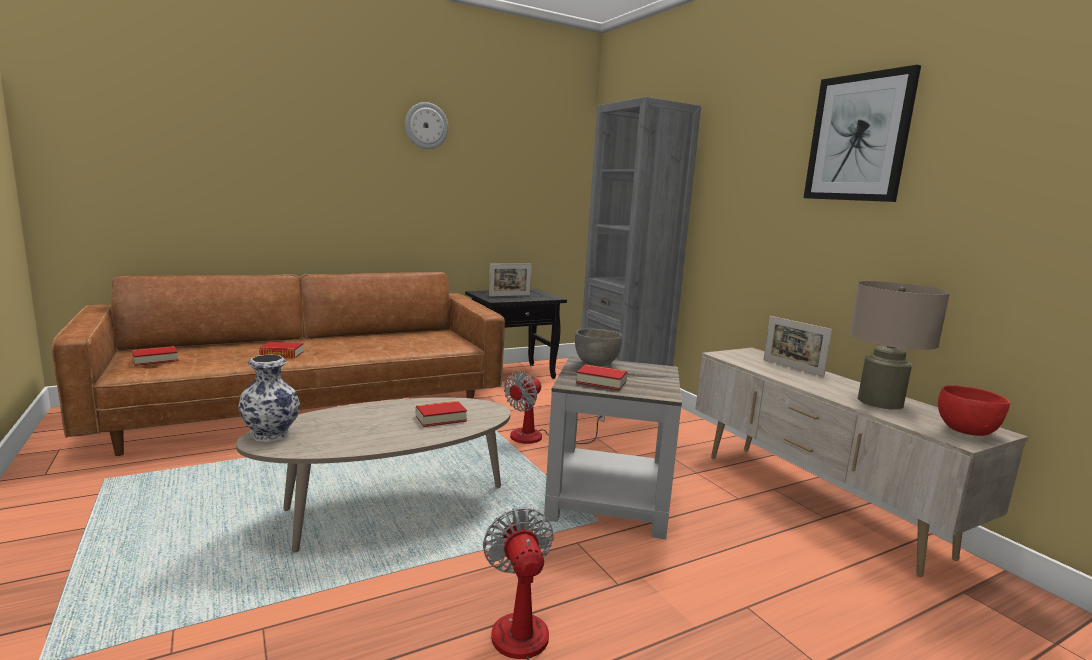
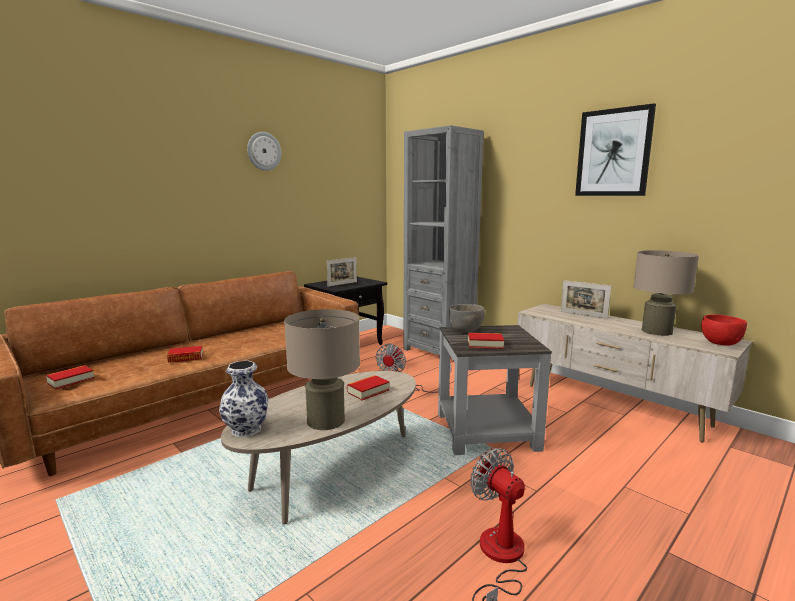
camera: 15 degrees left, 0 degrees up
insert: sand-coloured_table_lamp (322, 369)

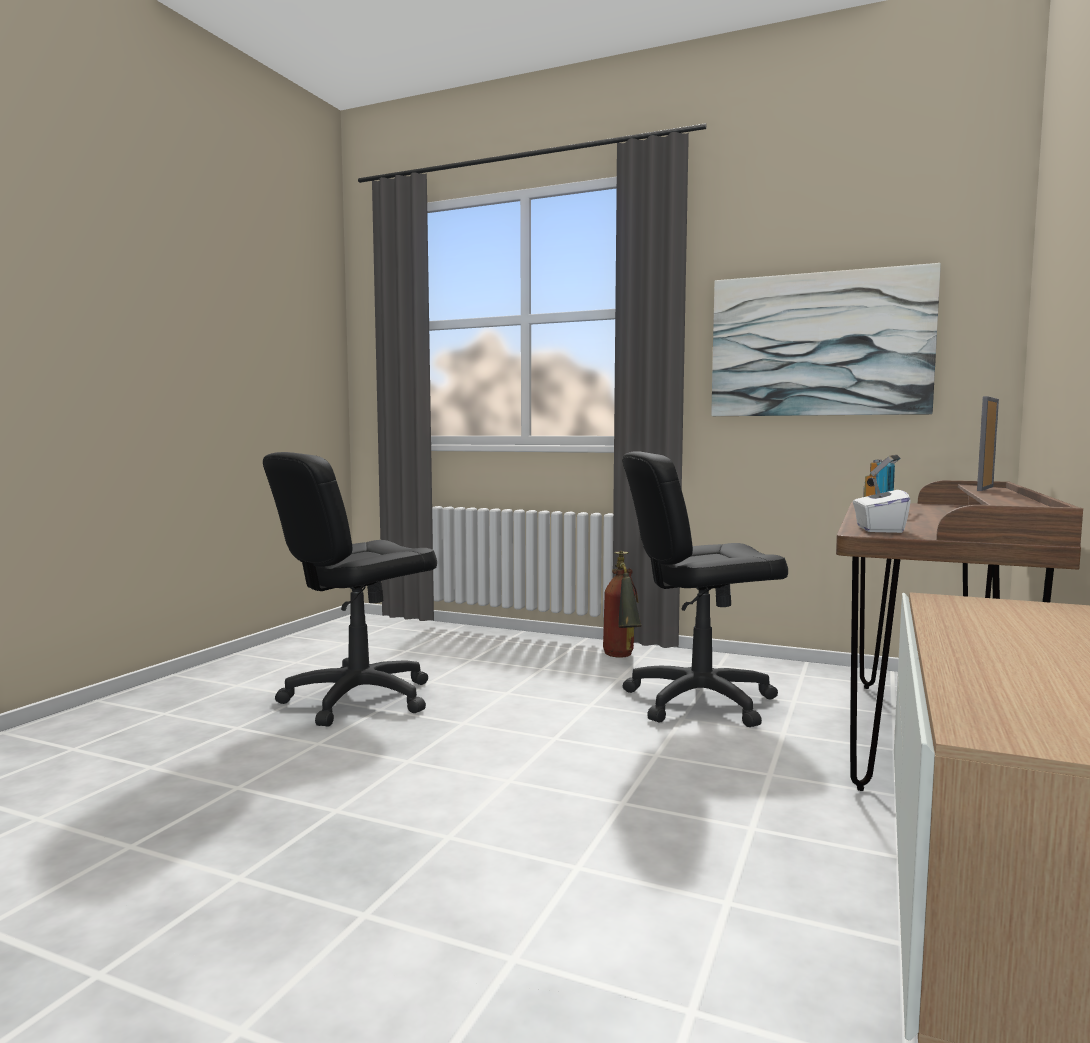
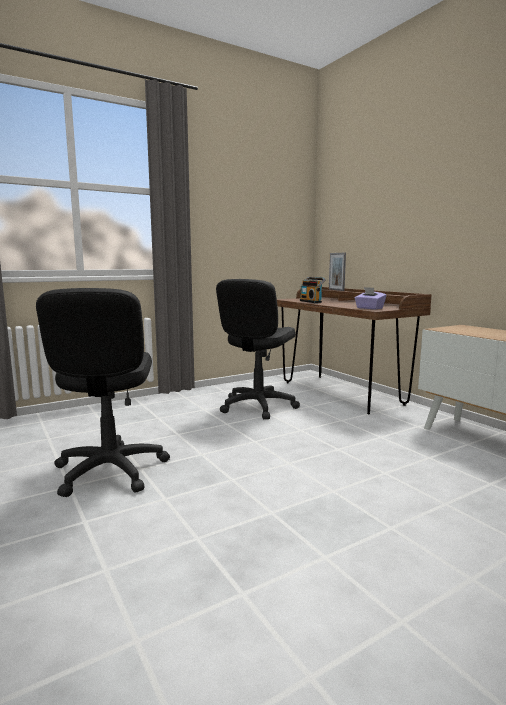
camera: 55 degrees left, 5 degrees up
delete: extinguisher (622, 603); picture (826, 339)
recolor: white_tissue_holder (882, 505) to purple_tissue_holder (370, 298)

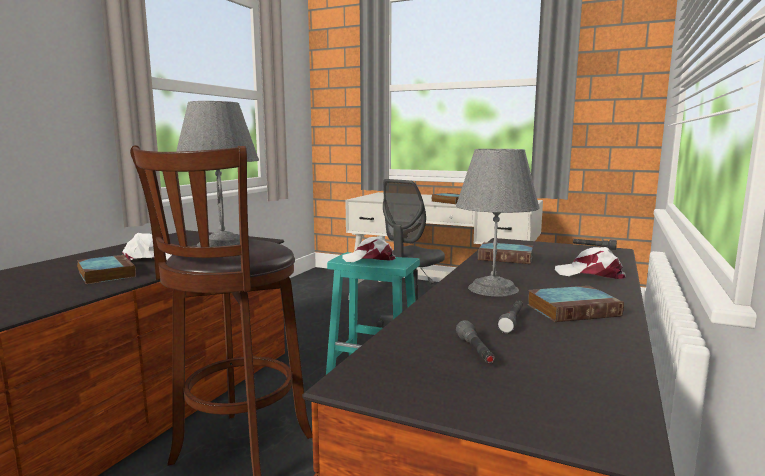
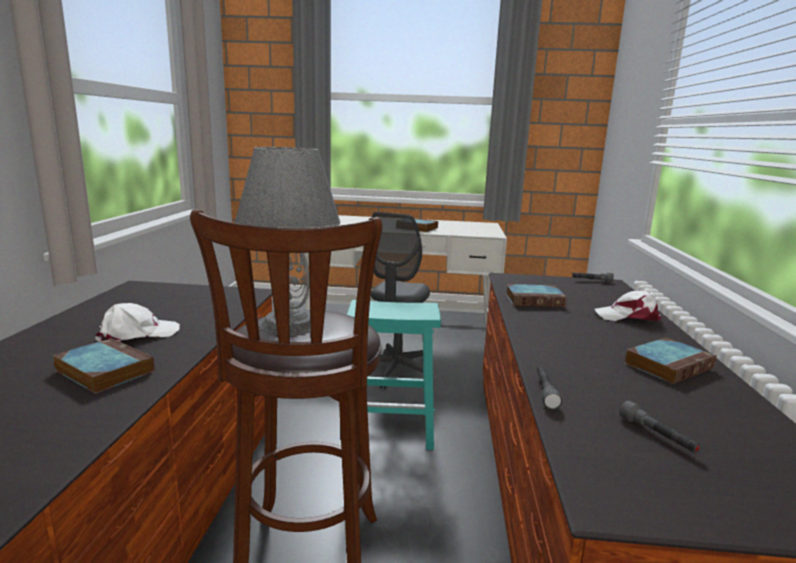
camera: 20 degrees left, 5 degrees up
delete: white_peaked_cap (369, 249); greyish_table_lamp (498, 223)
move: greyish_hand_torch (510, 316) to (549, 387)

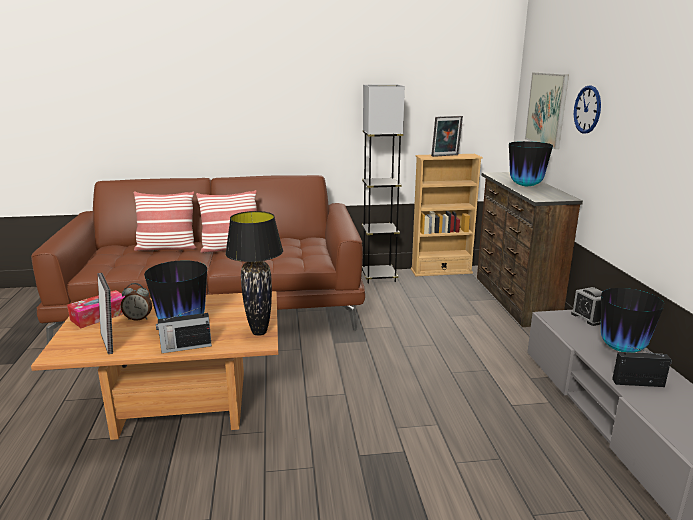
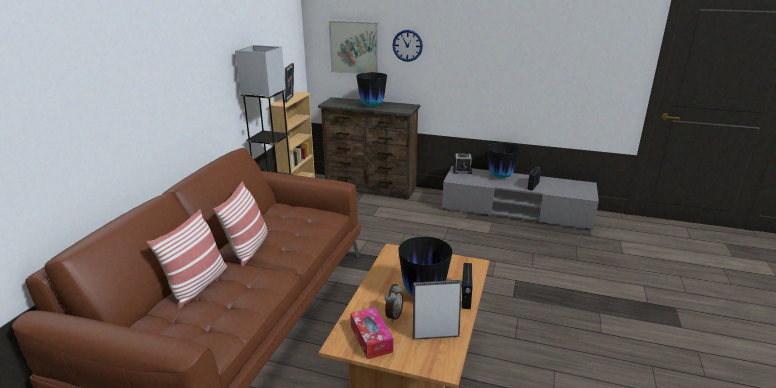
camera: 65 degrees left, 5 degrees up
delete: black-coloured_table_lamp (254, 273)

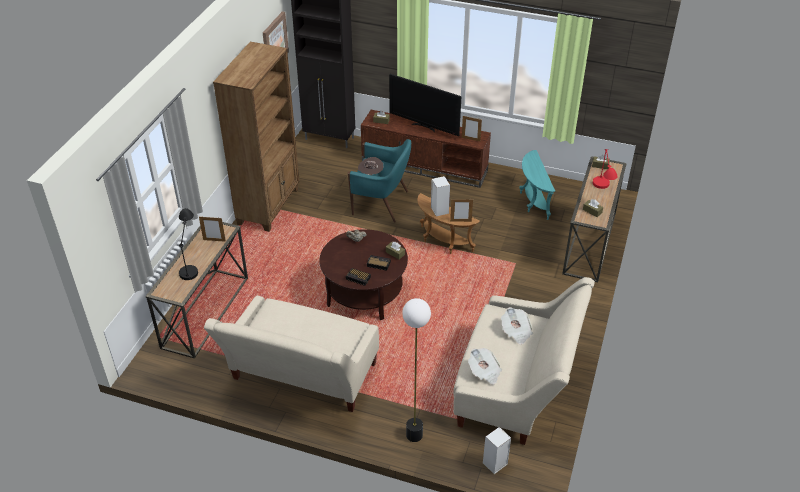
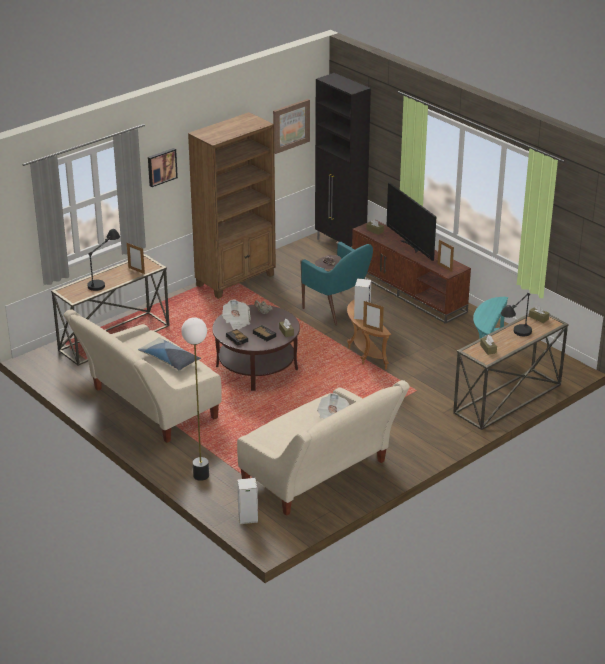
camera: 30 degrees right, 10 degrees down
insert: cushion (169, 354); picture (163, 167)
move: printed_paper (485, 366) to (236, 315)
recolor: red_table_lamp (605, 169) to black-coloured_table_lamp (516, 314)

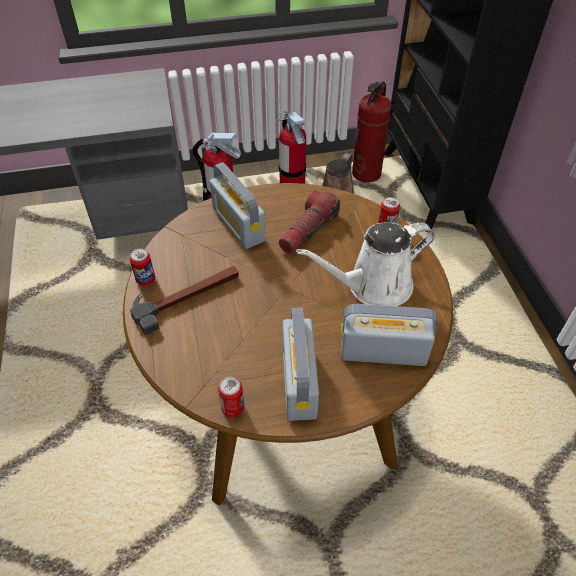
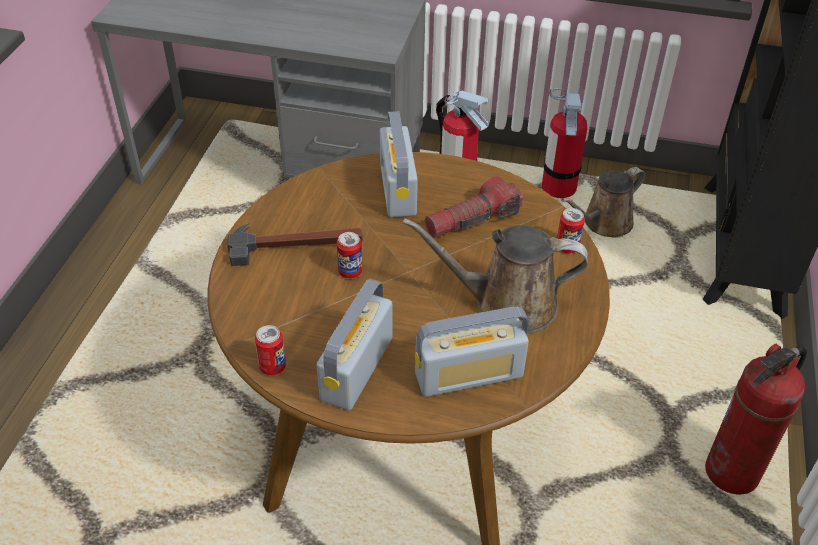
camera: 25 degrees right, 5 degrees down
move: can (142, 267) to (349, 255); extinguisher (371, 132) to (756, 419)
recolor: white_sprinkling_can (365, 264) to brown-coloured_sprinkling_can (495, 276)
rotate: radio_set (389, 335) = (472, 352) 135 degrees clockwise

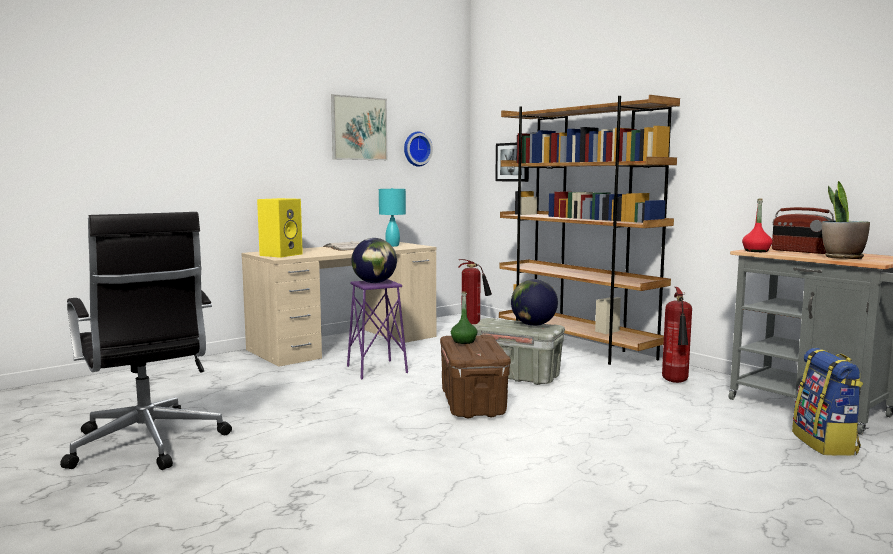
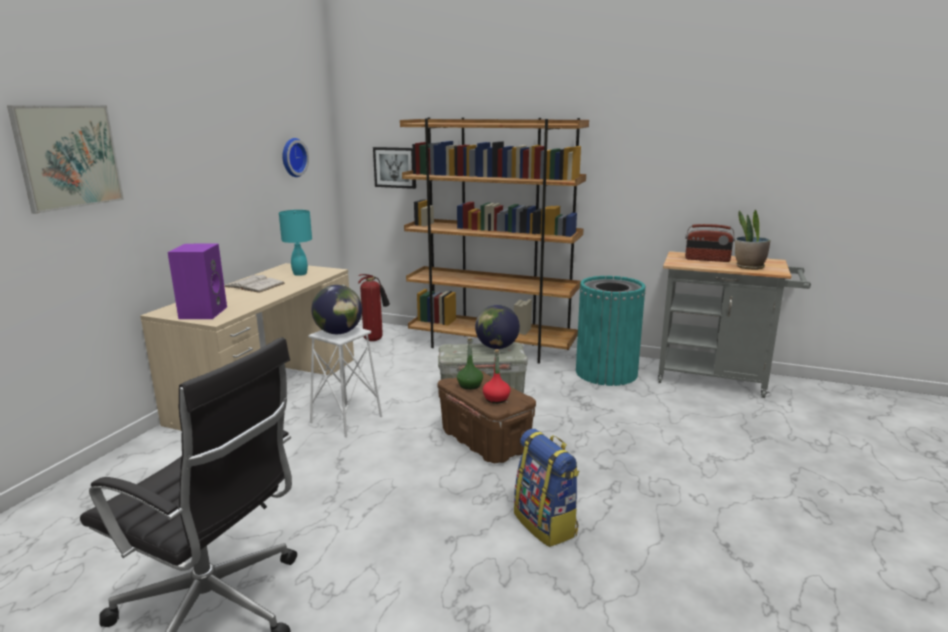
camera: 30 degrees left, 10 degrees up
move: picture (359, 127) to (65, 159); red_bottle (757, 225) to (496, 376); rucksack (827, 402) to (547, 488)
replace: extinguisher (677, 335) to blue-green_trash_can (611, 331)
recolor: yellowish_audio_speaker (280, 228) to purple_audio_speaker (197, 281); purple_stool (377, 329) to white_stool (345, 382)

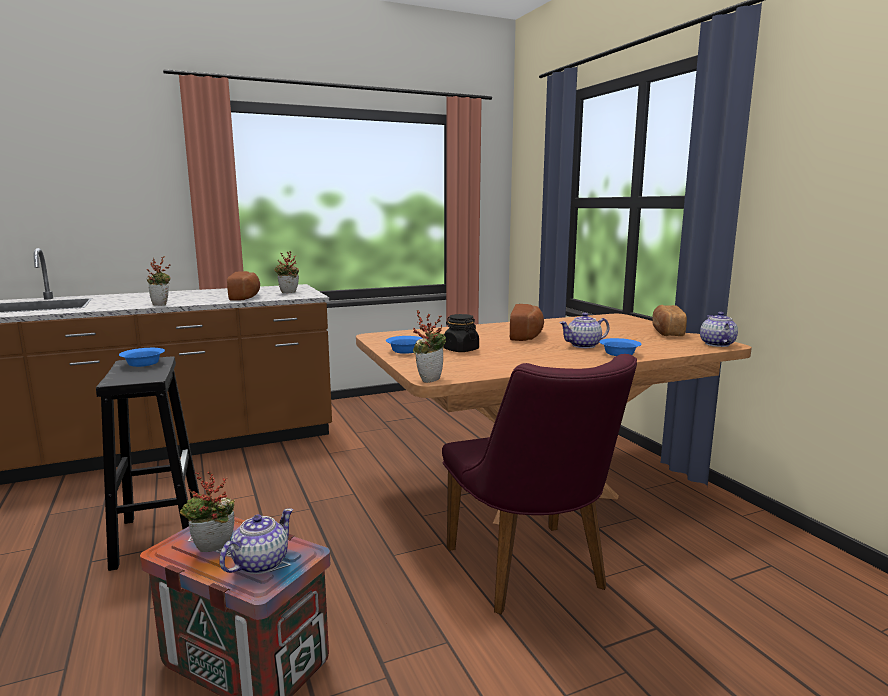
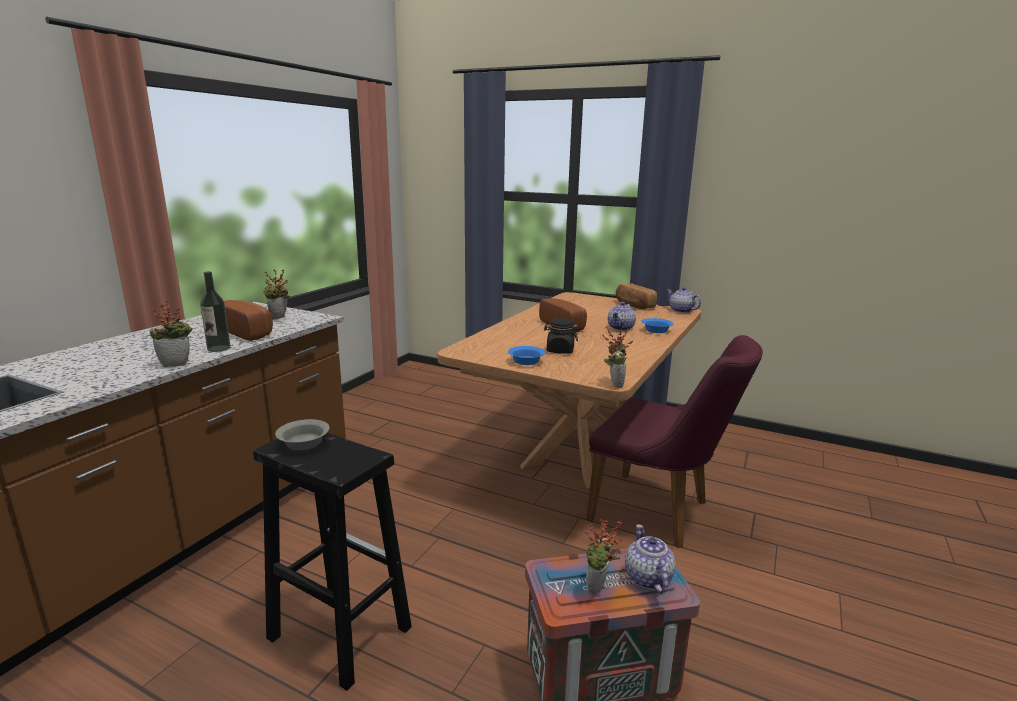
camera: 40 degrees left, 5 degrees up
insert: bottle (215, 311)
recolor: blue_bowl (142, 357) to greyish_bowl (302, 434)

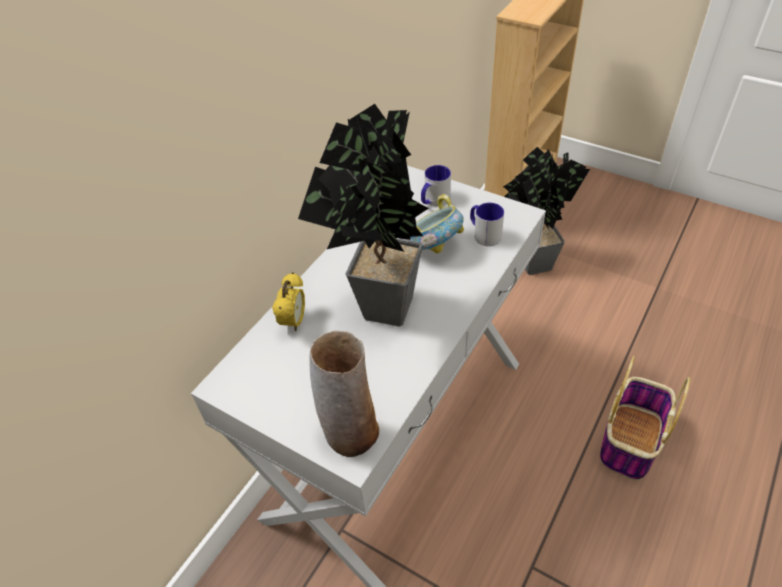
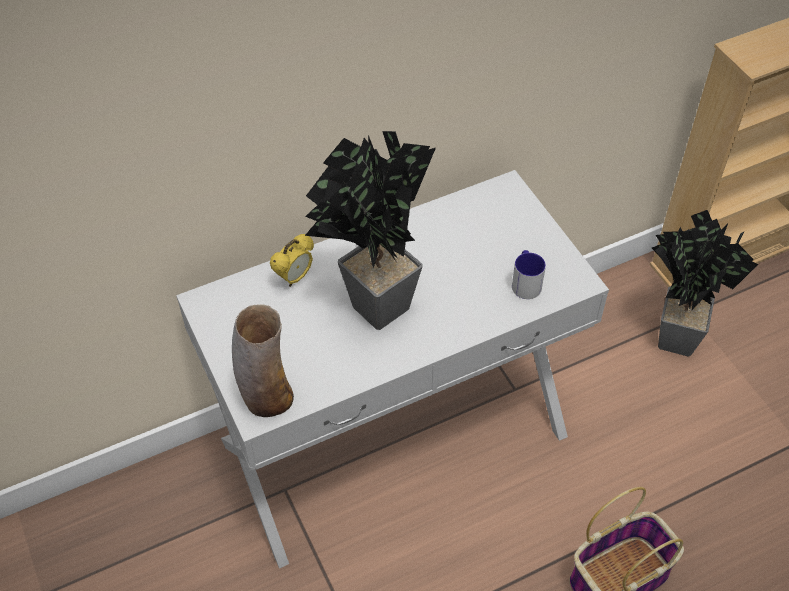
camera: 30 degrees right, 5 degrees up
delete: bowl (436, 224); tea_mug (436, 185)

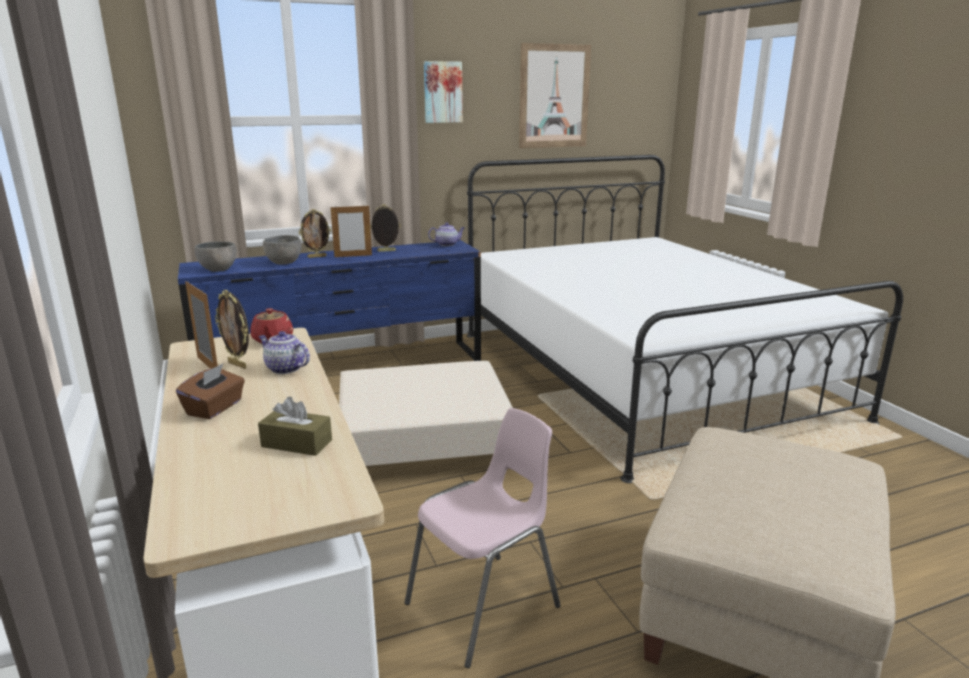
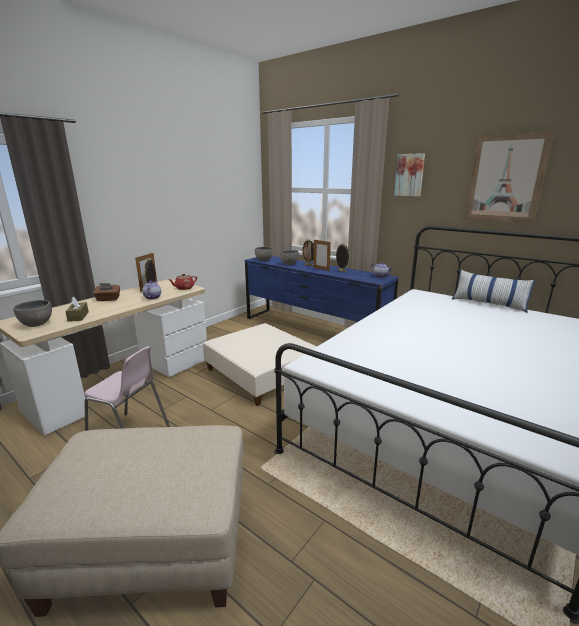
camera: 60 degrees right, 0 degrees up
insert: greyish_bowl (32, 313); cushion (494, 291)

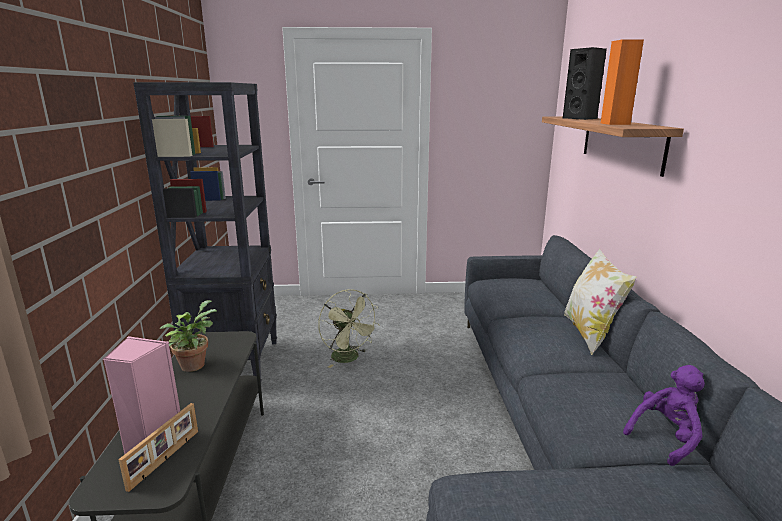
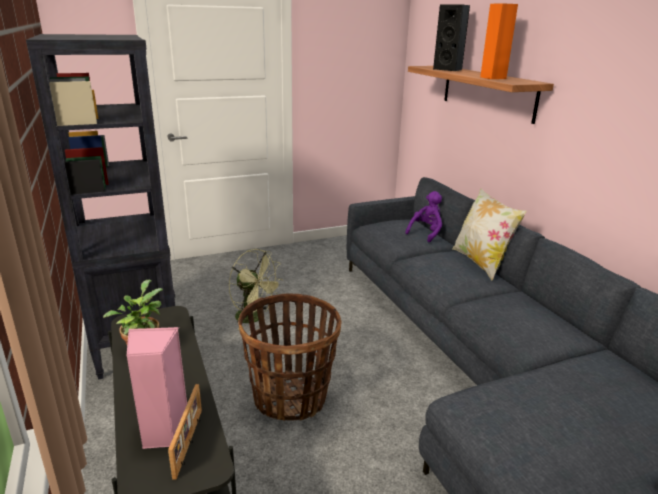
camera: 20 degrees left, 5 degrees up
insert: household_basket (290, 357)
move: purple_plush_toy (664, 415) to (423, 216)

